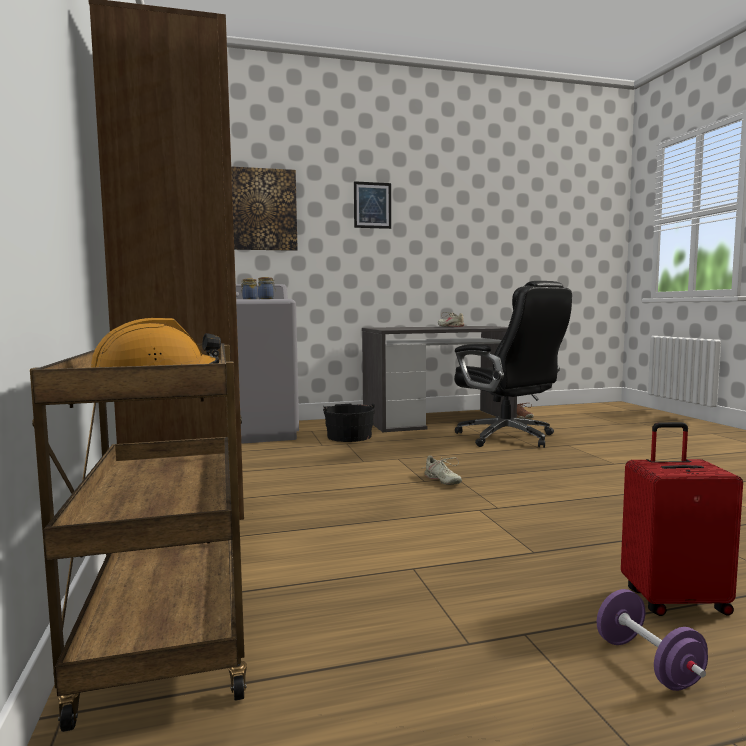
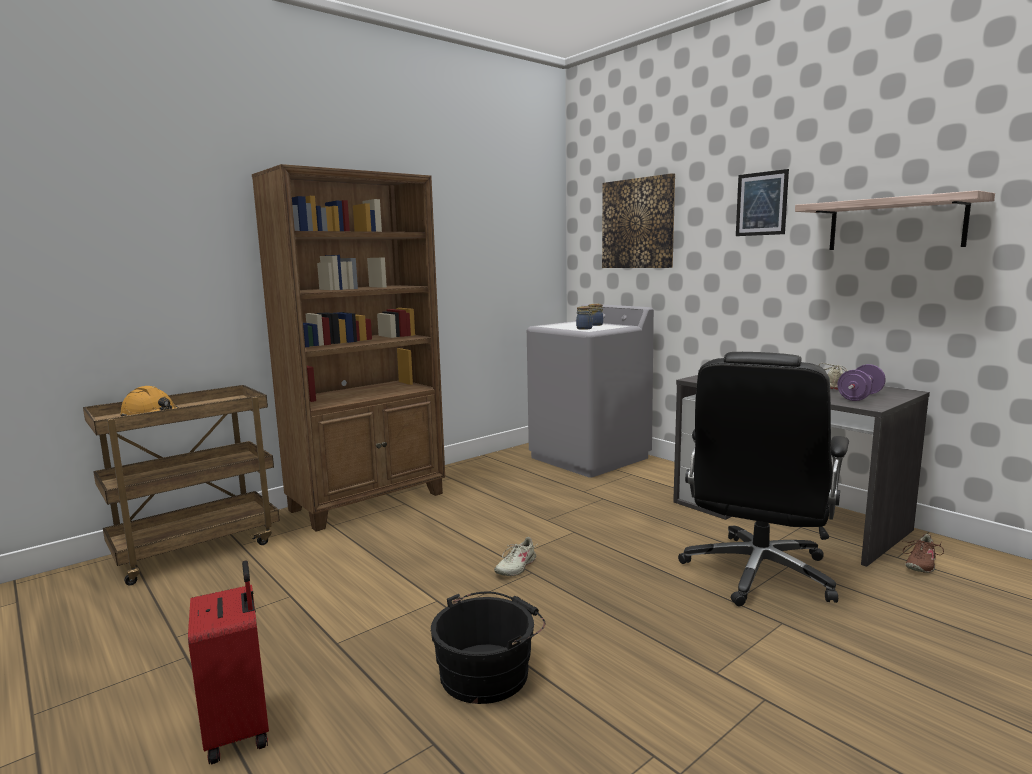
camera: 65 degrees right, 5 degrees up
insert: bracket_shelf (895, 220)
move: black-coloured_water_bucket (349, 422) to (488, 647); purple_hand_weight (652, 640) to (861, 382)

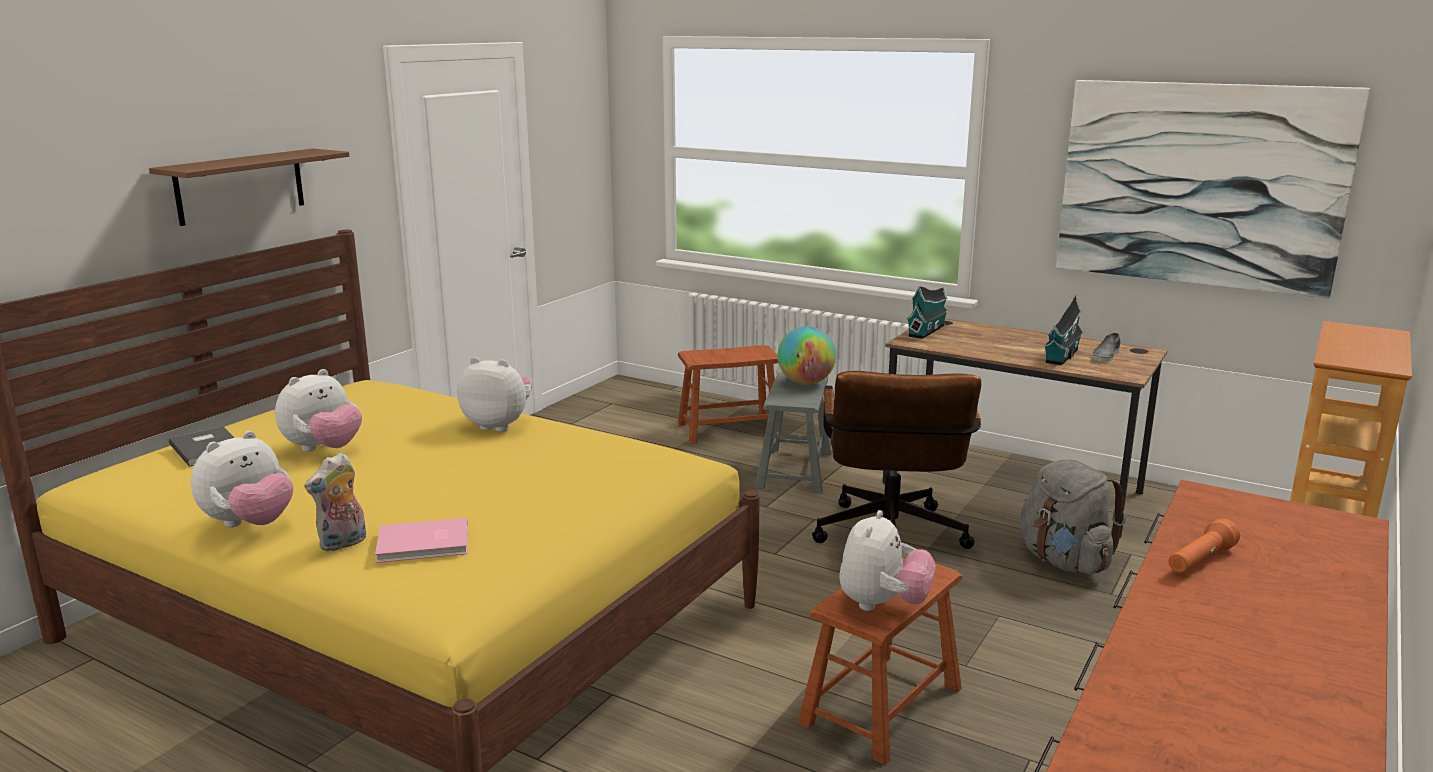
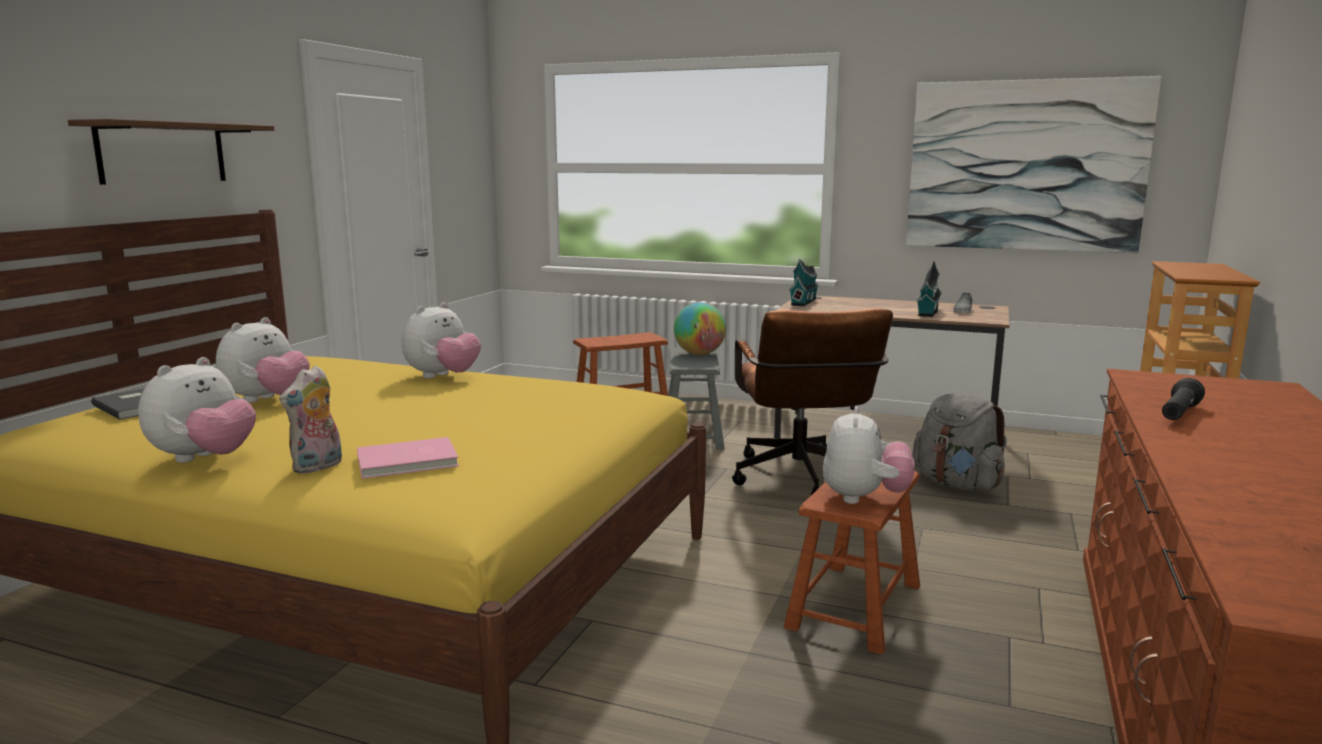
camera: 10 degrees left, 5 degrees down
recolor: orangey_hand_torch (1204, 545) to black-coloured_hand_torch (1183, 399)
rotate: plush_toy (494, 394) = (441, 340) 120 degrees clockwise

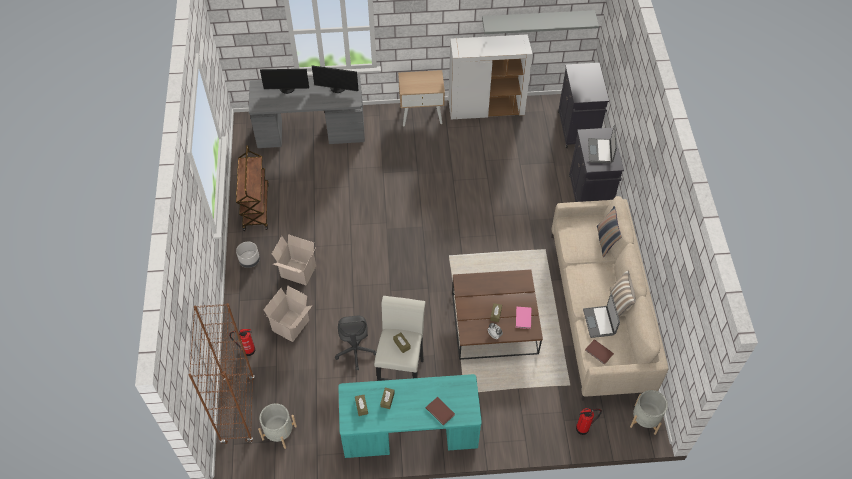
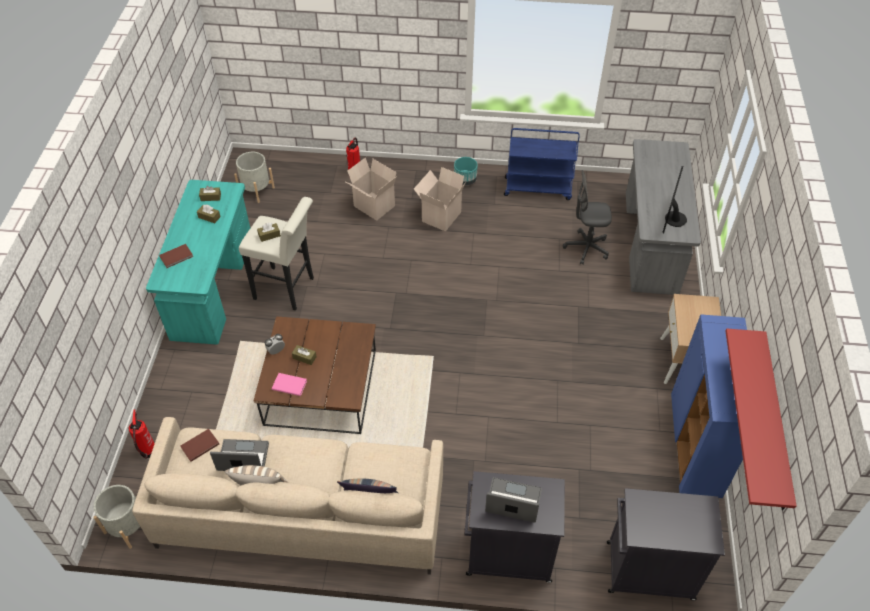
camera: 100 degrees right, 5 degrees down
delete: brown-coloured_bookcase (222, 373); monitor (284, 81)
move: greyish_computer_chair (356, 343) to (587, 217)
recolor: greyish_planter (248, 255) to blue-green_planter (466, 171); brown-coloured_trolley (252, 188) to blue_trolley (542, 164); white_cupboard (491, 77) to blue_cupboard (709, 406); greyish_bracket_shelf (540, 22) to red_bracket_shelf (761, 419)

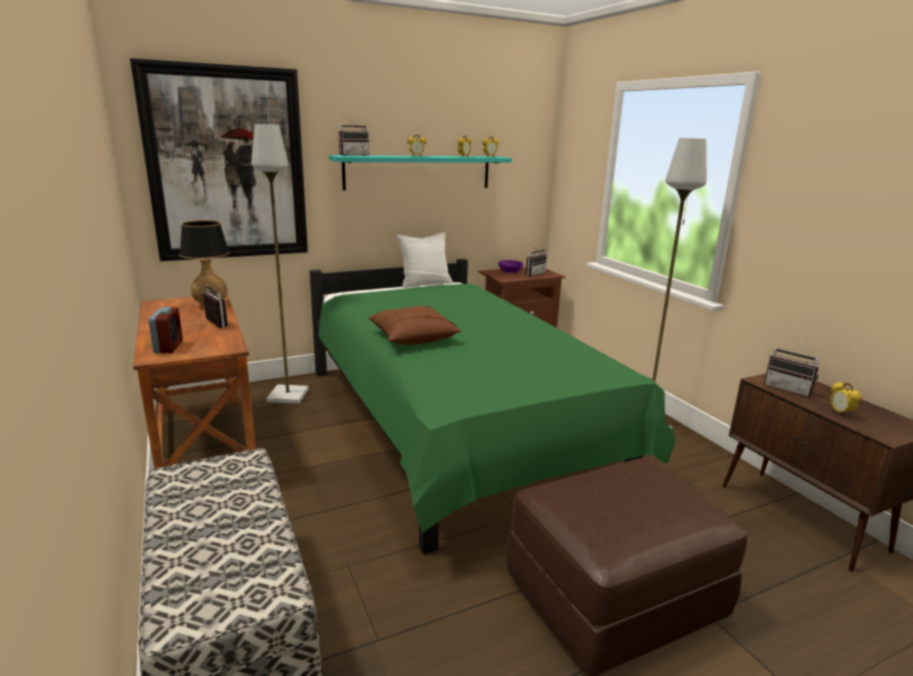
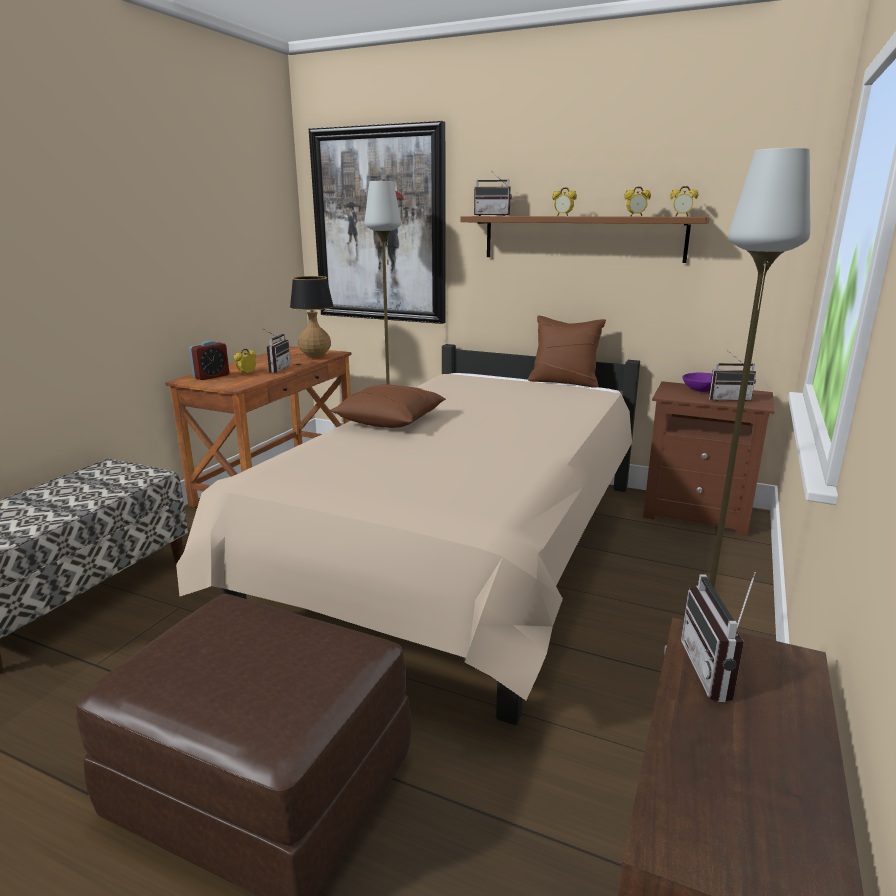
camera: 50 degrees right, 0 degrees up
move: alarm_clock (846, 399) to (245, 362)
recolor: green_bed (493, 406) to sand-coloured_bed (408, 535); blue-green_bracket_shelf (420, 172) to brown-coloured_bracket_shelf (585, 239); white_cushion (425, 260) to brown-coloured_cushion (567, 352)

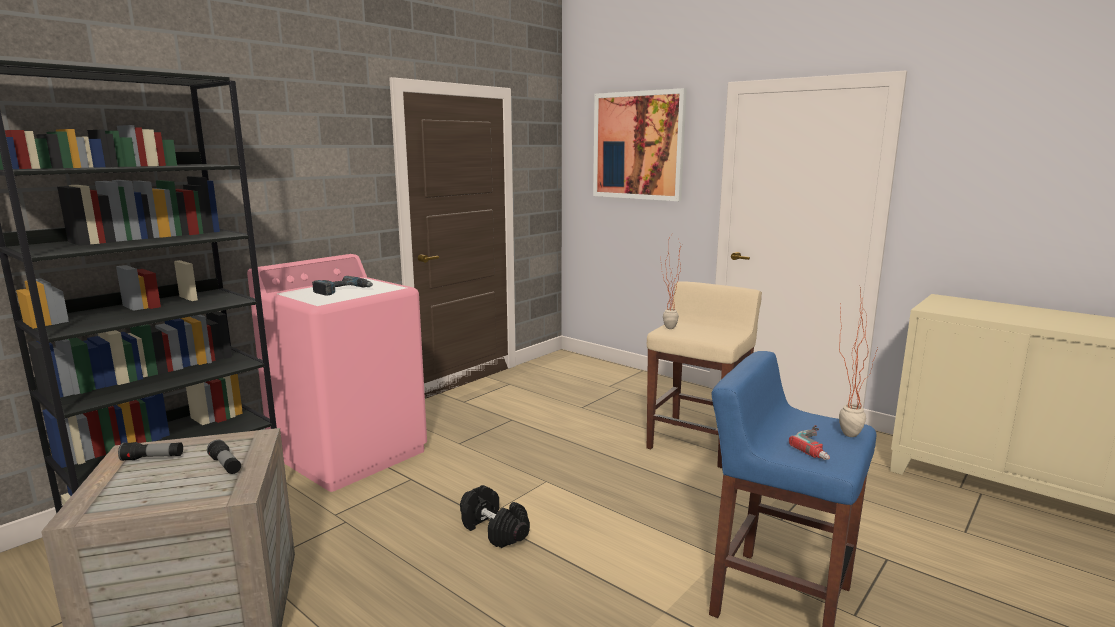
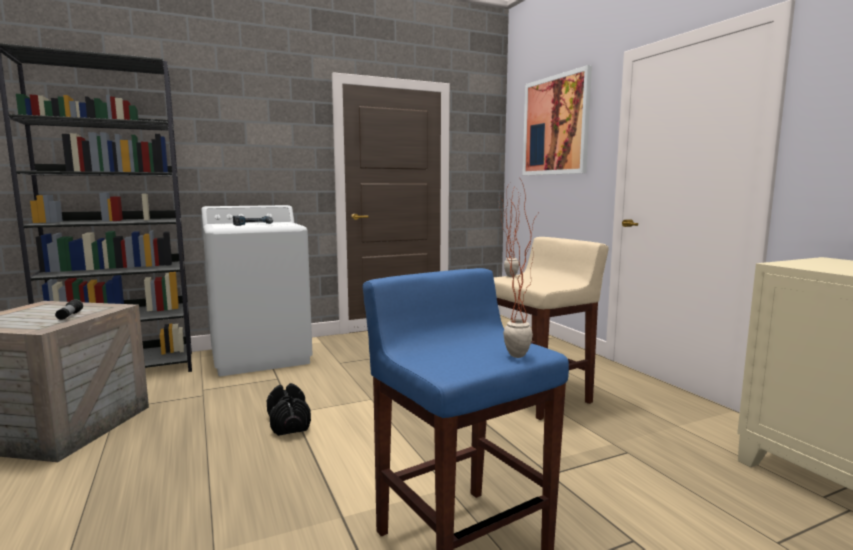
camera: 25 degrees right, 5 degrees down
delete: hand_torch (150, 451); electric_drill (809, 442)
recolor: pink-coloured_washing_machine (337, 373) to white_washing_machine (257, 290)

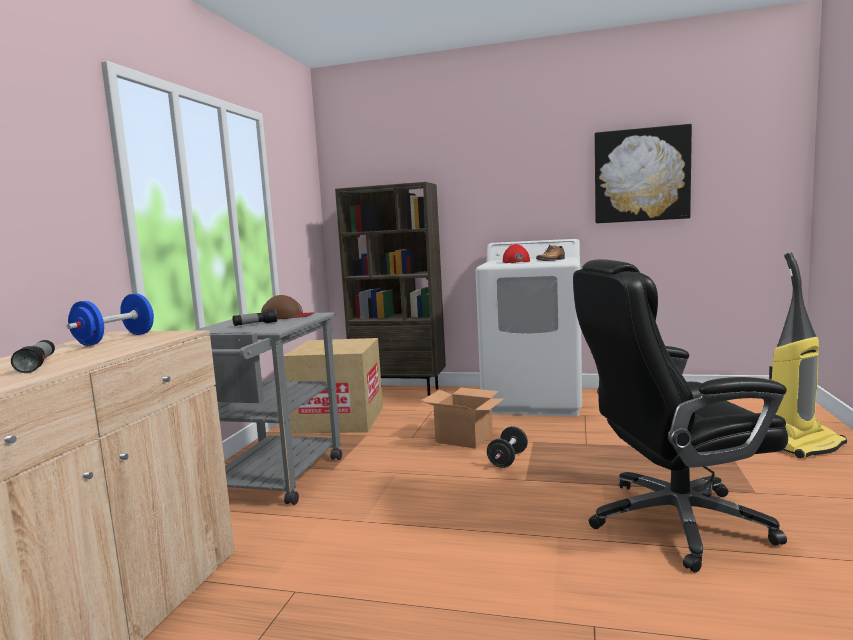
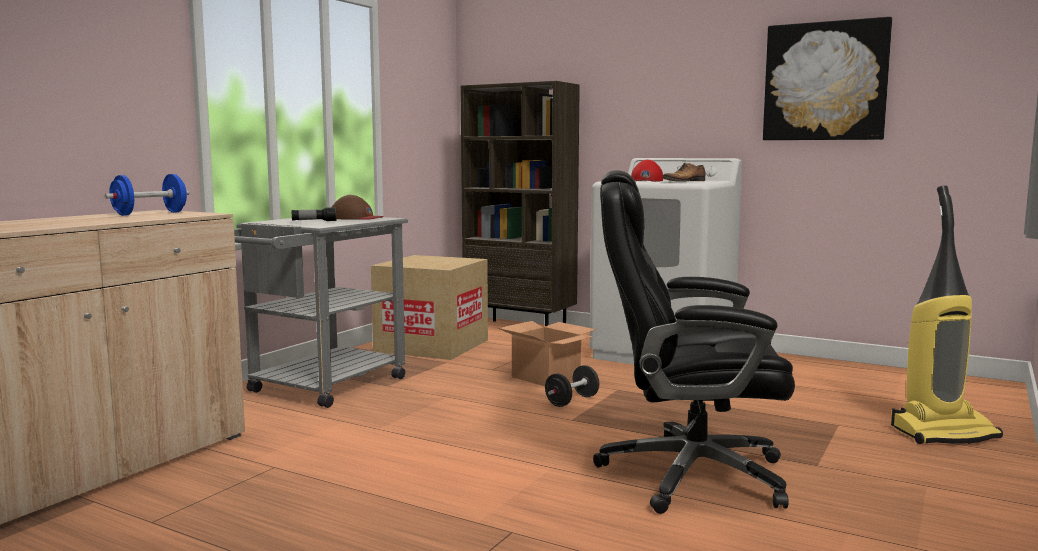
camera: 15 degrees right, 0 degrees up
delete: hand_torch (33, 356)

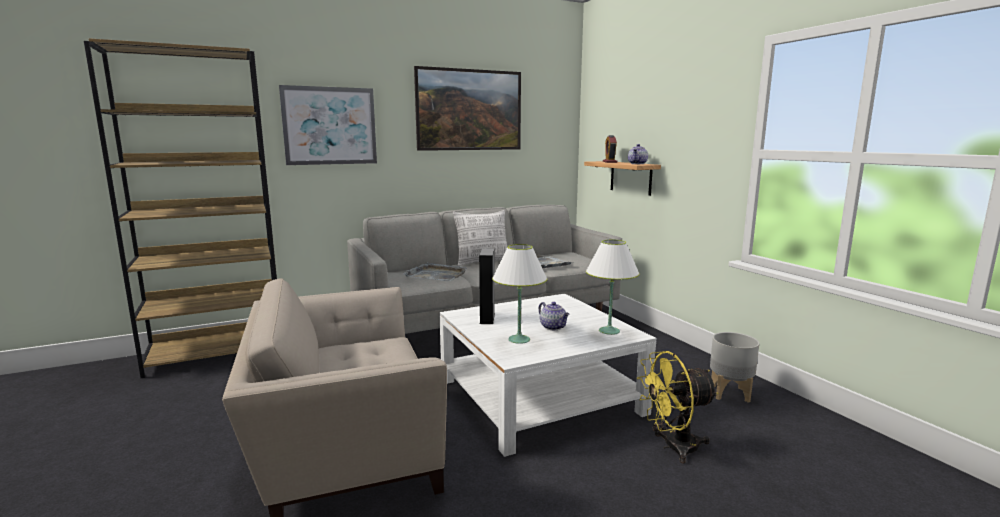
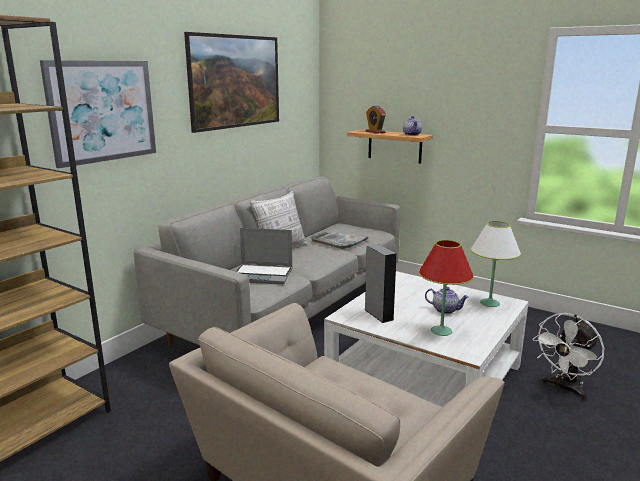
camera: 30 degrees left, 5 degrees up
delete: greyish_planter (734, 367)
replace: greyish_tray (435, 271) to laptop (264, 256)
recolor: white_table_lamp (519, 294) to red_table_lamp (446, 288); yellowish_fan (678, 407) to white_fan (568, 356)

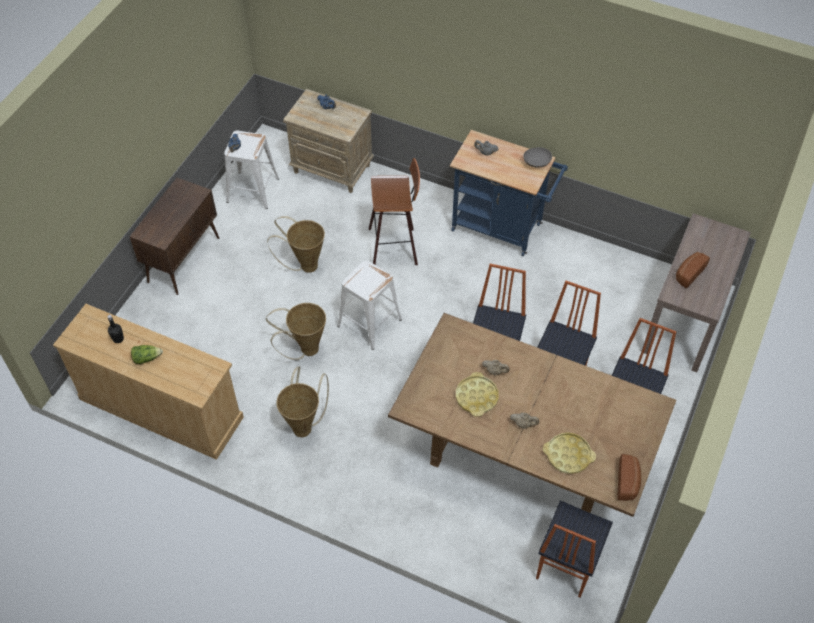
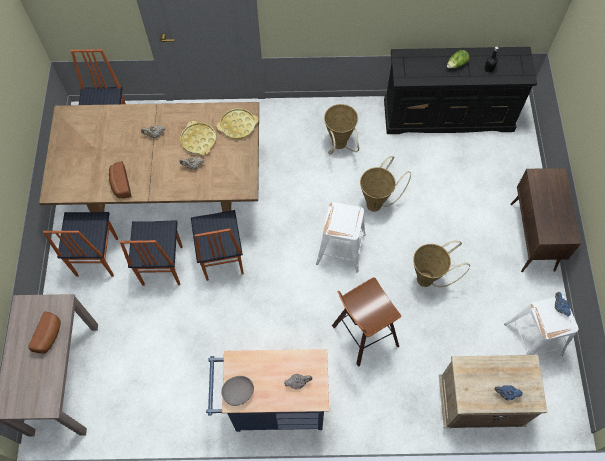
camera: 155 degrees right, 10 degrees up
move: bakery_bread (629, 477) to (120, 179); yellowish_tray (569, 453) to (237, 123)
recolor: sand-coloured_chest_of_drawers (148, 382) to black-coloured_chest_of_drawers (460, 90)

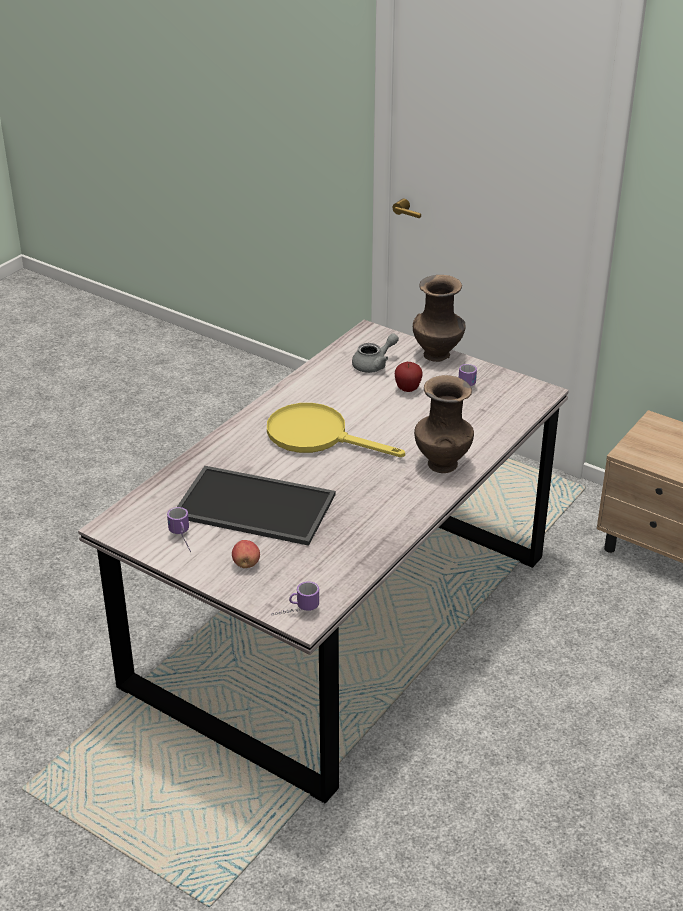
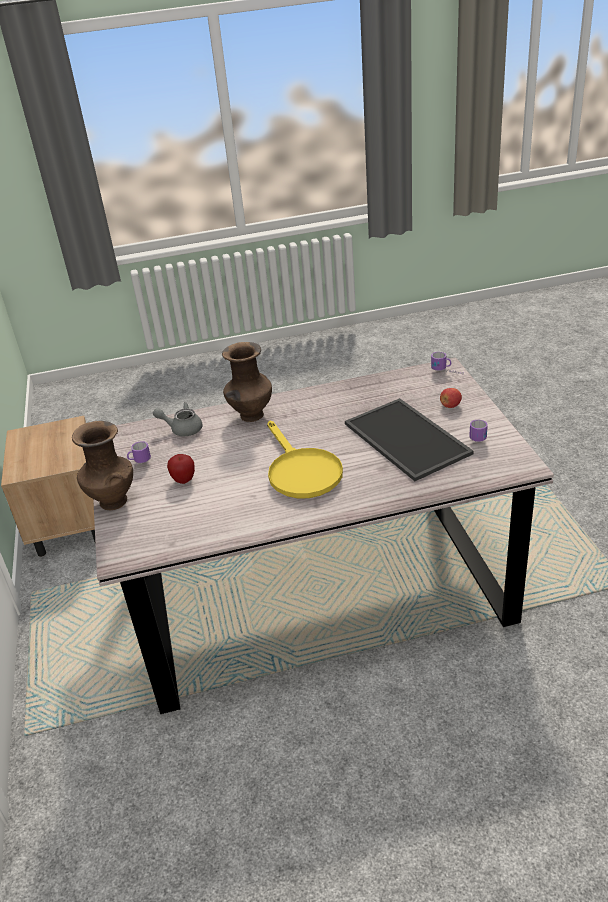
camera: 135 degrees left, 0 degrees up
move: greyish_pot_for_tea (375, 353) to (177, 419)

